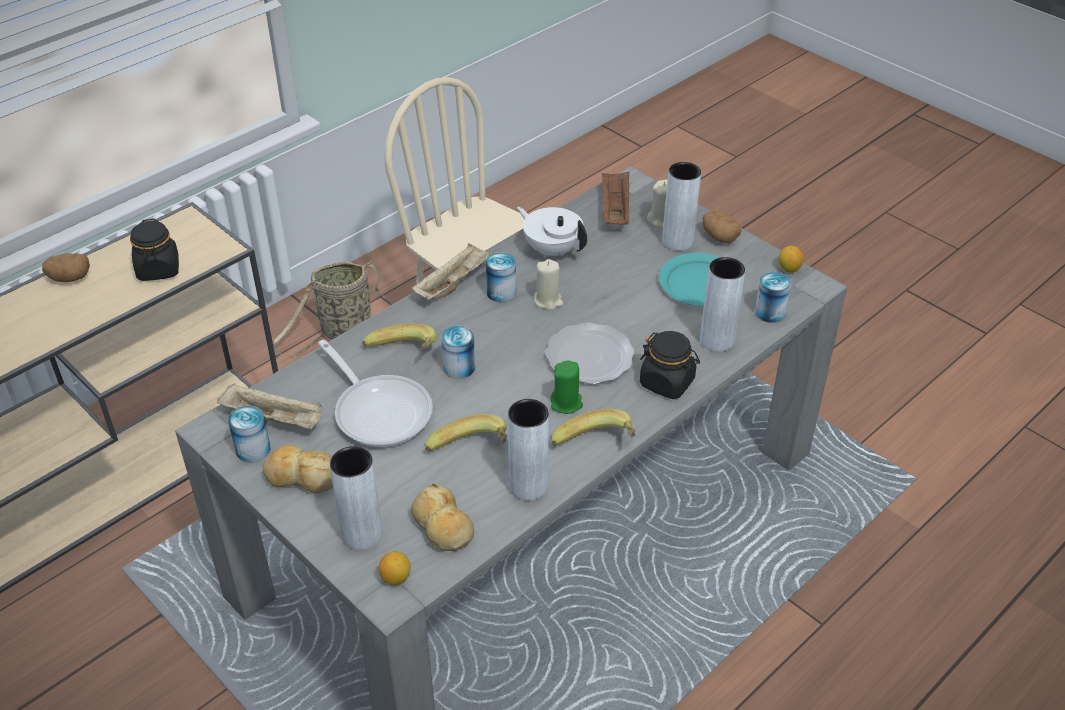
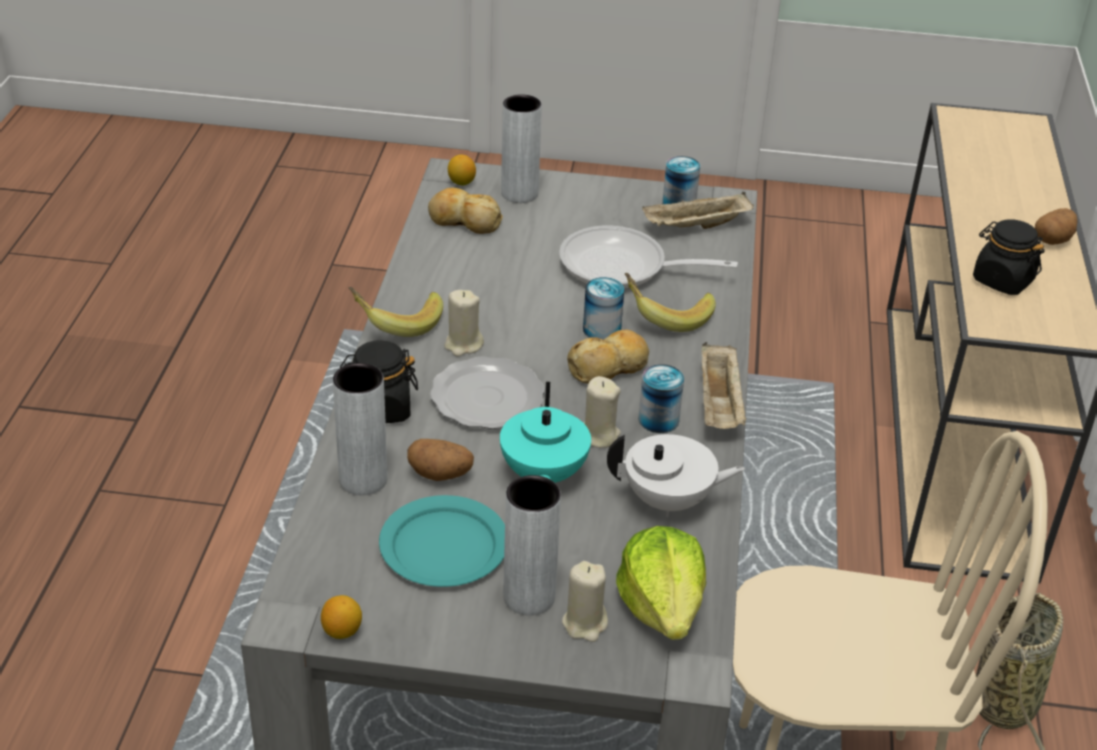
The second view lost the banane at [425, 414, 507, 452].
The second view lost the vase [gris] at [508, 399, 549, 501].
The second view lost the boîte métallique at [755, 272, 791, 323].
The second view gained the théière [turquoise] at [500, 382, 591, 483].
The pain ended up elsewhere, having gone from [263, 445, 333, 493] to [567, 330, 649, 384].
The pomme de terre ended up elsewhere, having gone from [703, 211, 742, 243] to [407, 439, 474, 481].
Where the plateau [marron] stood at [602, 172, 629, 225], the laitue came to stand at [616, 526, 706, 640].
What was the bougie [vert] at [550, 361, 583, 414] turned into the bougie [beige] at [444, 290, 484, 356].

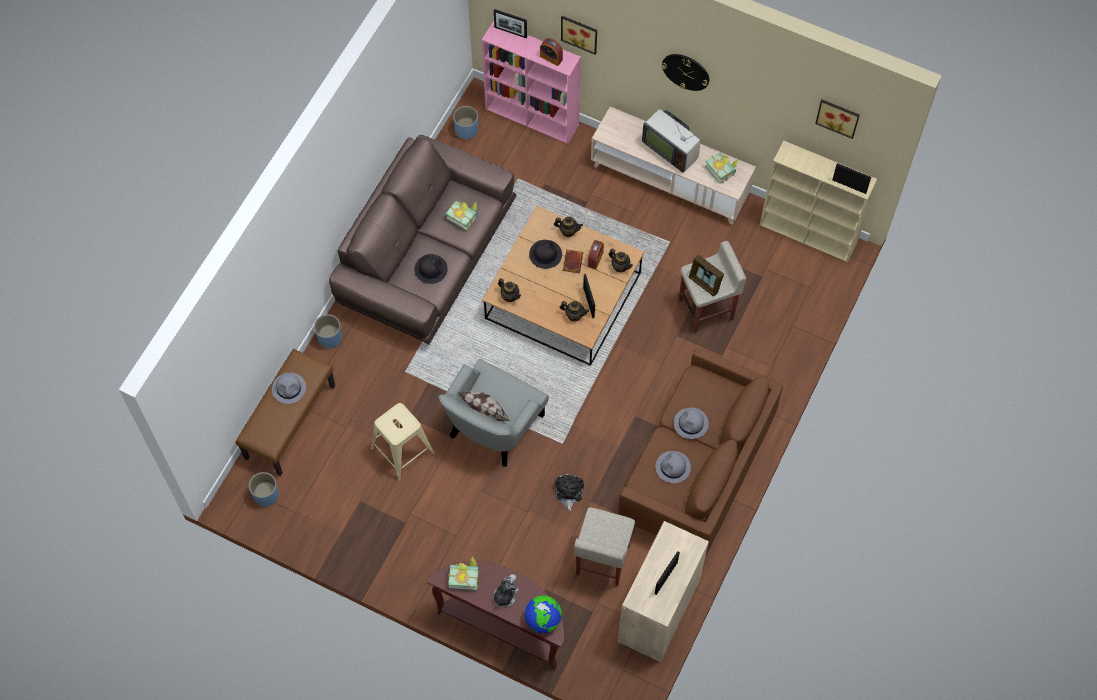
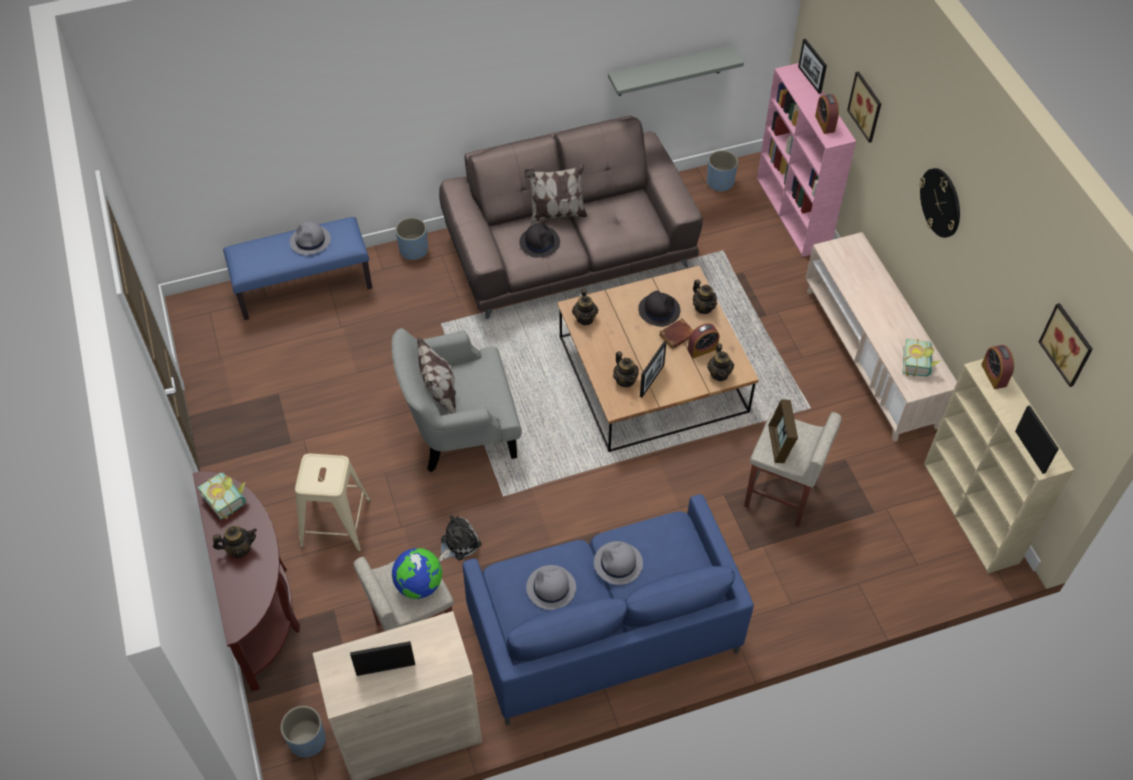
The second view lost the livre at [446, 201, 478, 230].
The second view lost the téléviseur at [642, 109, 701, 172].
The second view gained the coussin at [524, 164, 587, 224].
The second view gained the étagère [gris] at [608, 45, 744, 96].
The second view gained the réveil at [981, 345, 1014, 389].
The cache-pot [bleu] ended up elsewhere, having gone from [249, 472, 279, 507] to [281, 706, 326, 758].
The tabouret [beige] ended up elsewhere, having gone from [371, 403, 435, 481] to [295, 454, 371, 551].
The globe ended up elsewhere, having gone from [525, 596, 562, 633] to [392, 548, 442, 599].
Where the peluche stood at [493, 574, 519, 608], the théière came to stand at [213, 525, 257, 558].
What was the banc [marron] at [235, 349, 335, 476] turned into the banc [bleu] at [223, 217, 372, 320].
What was the canapé [marron] at [618, 348, 783, 557] turned into the canapé [bleu] at [463, 494, 754, 725].

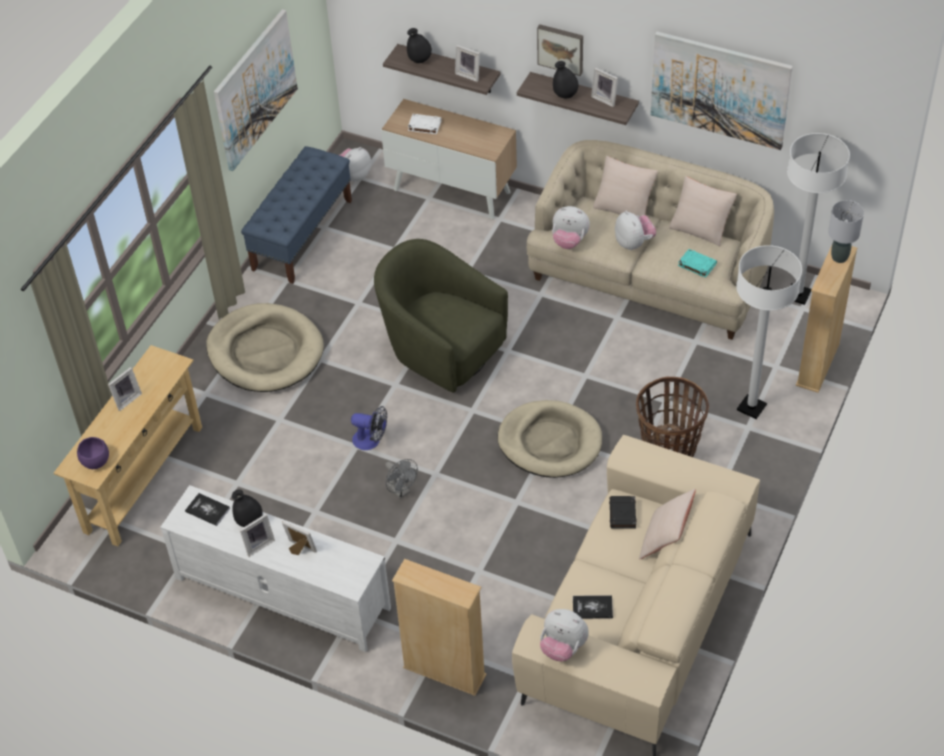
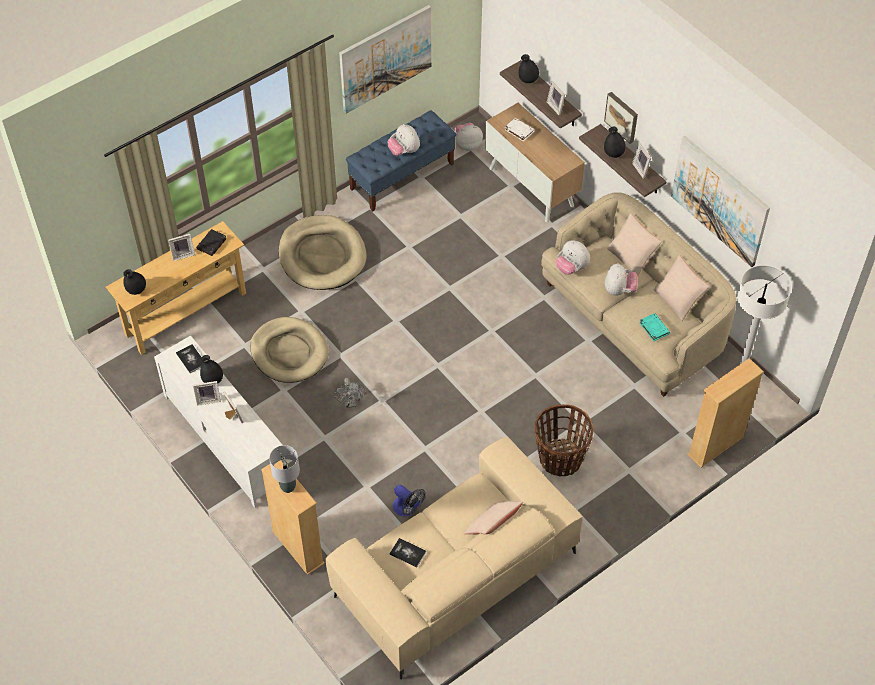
The second view lost the fauteuil [vert] at [374, 239, 508, 392].
The second view lost the lampadaire [blanc] at [736, 245, 802, 419].
The ventilateur ended up elsewhere, having gone from [351, 406, 387, 450] to [393, 485, 425, 517].
The panier pour chien [beige] ended up elsewhere, having gone from [497, 400, 602, 478] to [250, 317, 329, 383].
The peluche ended up elsewhere, having gone from [540, 609, 589, 661] to [388, 124, 420, 156].
The livre [noir] ended up elsewhere, having gone from [609, 496, 637, 529] to [196, 229, 227, 256].
The lampe de table [gris] ended up elsewhere, having gone from [828, 200, 864, 263] to [269, 445, 300, 493].
Where the bol [violet] stood at [77, 437, 109, 469], the vase [noir] came to stand at [123, 269, 146, 295].

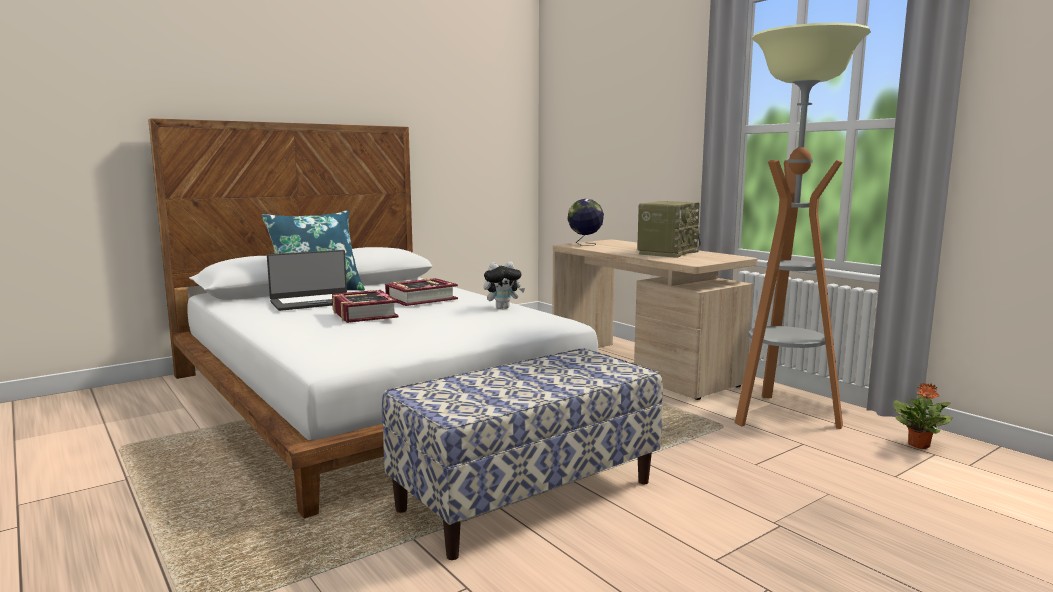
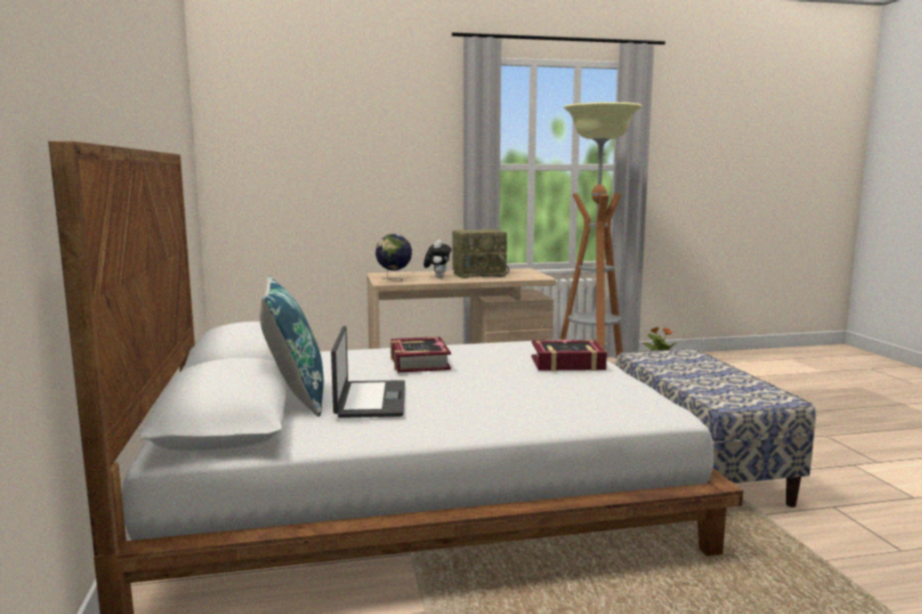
The livre ended up elsewhere, having gone from [332, 290, 399, 323] to [531, 339, 607, 371].
The peluche ended up elsewhere, having gone from [483, 262, 525, 309] to [424, 240, 451, 278].
The radio at [637, 201, 701, 258] ended up facing another way, 105 degrees clockwise from before.

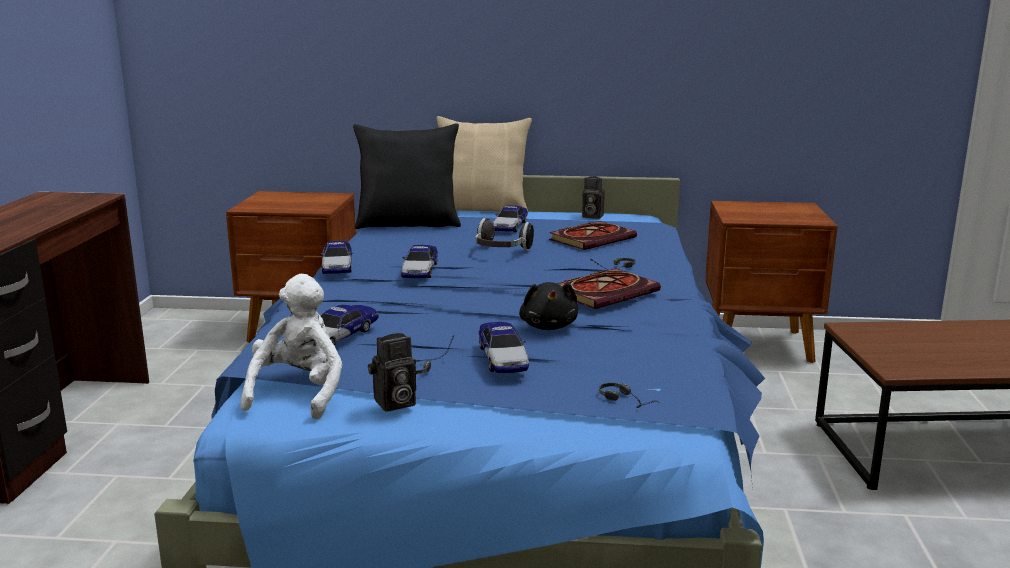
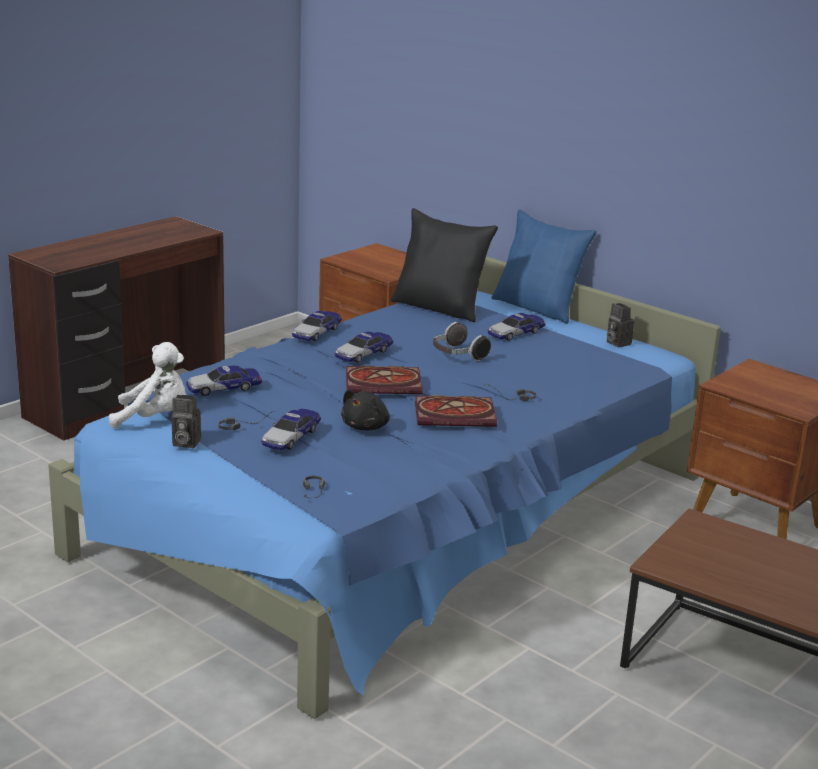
The livre ended up elsewhere, having gone from [549, 221, 637, 250] to [346, 366, 423, 394].
What was the coussin [beige] at [437, 116, 532, 212] turned into the coussin [bleu] at [492, 209, 597, 324].
The peluche [blanc] at [241, 274, 343, 420] ended up facing another way, 45 degrees clockwise from before.

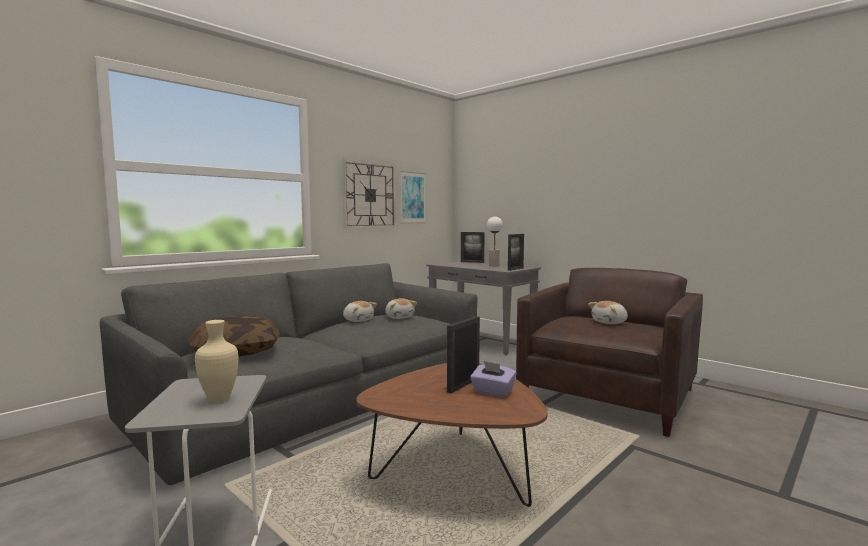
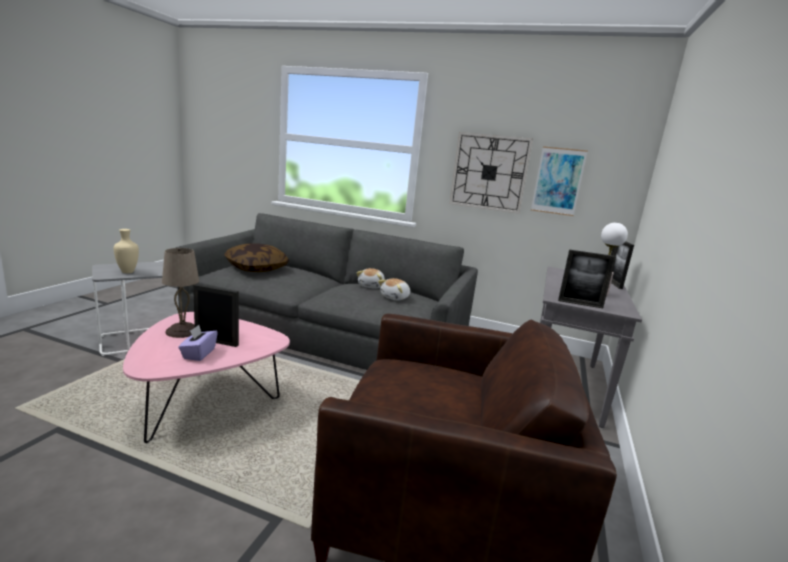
The second view lost the peluche at [588, 301, 628, 324].
The second view gained the lampe de table [beige] at [162, 248, 199, 338].
What was the table basse [marron] at [356, 363, 548, 507] turned into the table basse [rose] at [123, 312, 290, 443].

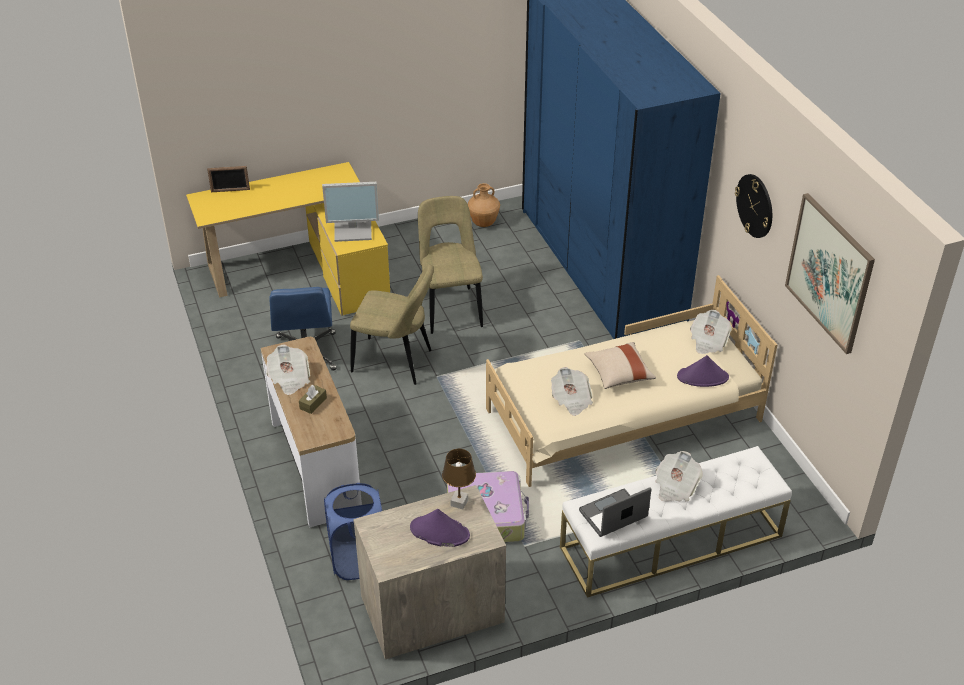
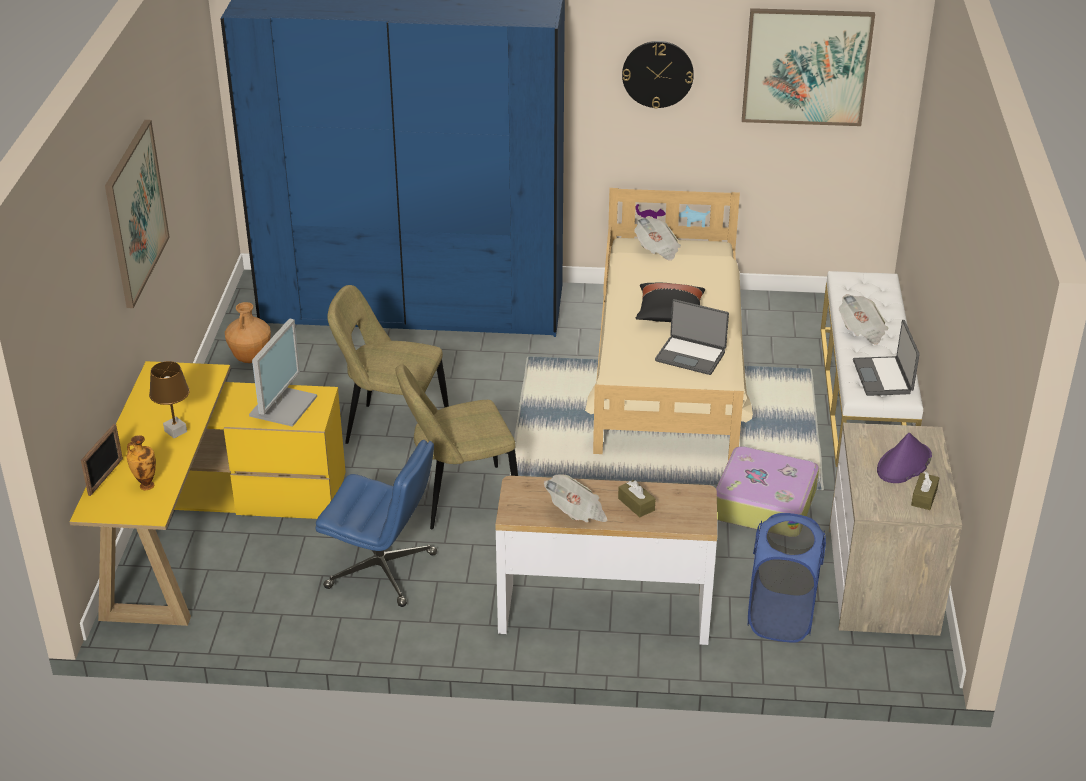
The second view lost the chapeau [violet] at [677, 355, 729, 387].
The second view gained the tableau at [105, 120, 170, 308].
The second view gained the vase at [127, 435, 156, 490].
The second view gained the boîte à mouchoirs [marron] at [911, 472, 940, 510].
The lampe de table [marron] ended up elsewhere, having gone from [442, 449, 476, 510] to [149, 361, 190, 438].
Where the journal stood at [551, 367, 593, 416], the ordinateur portable came to stand at [655, 299, 729, 375].
What was the coussin [beige] at [585, 342, 656, 389] turned into the coussin [noir] at [636, 283, 705, 322].
The chaise [beige] at [350, 264, 434, 385] ended up facing another way, 150 degrees counterclockwise from before.

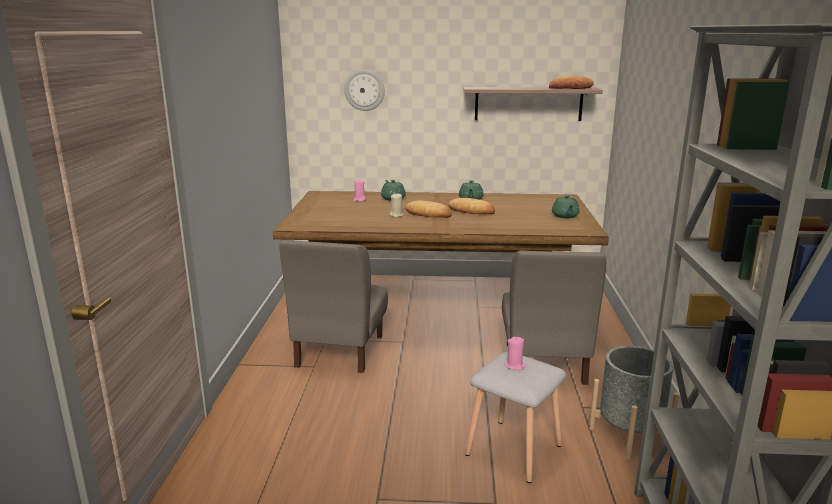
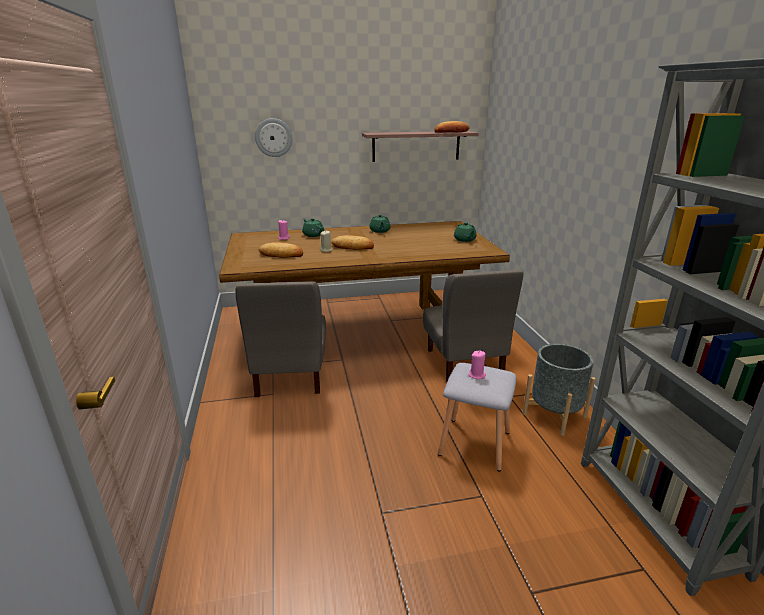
The pain ended up elsewhere, having gone from [448, 198, 495, 215] to [259, 242, 303, 258].

